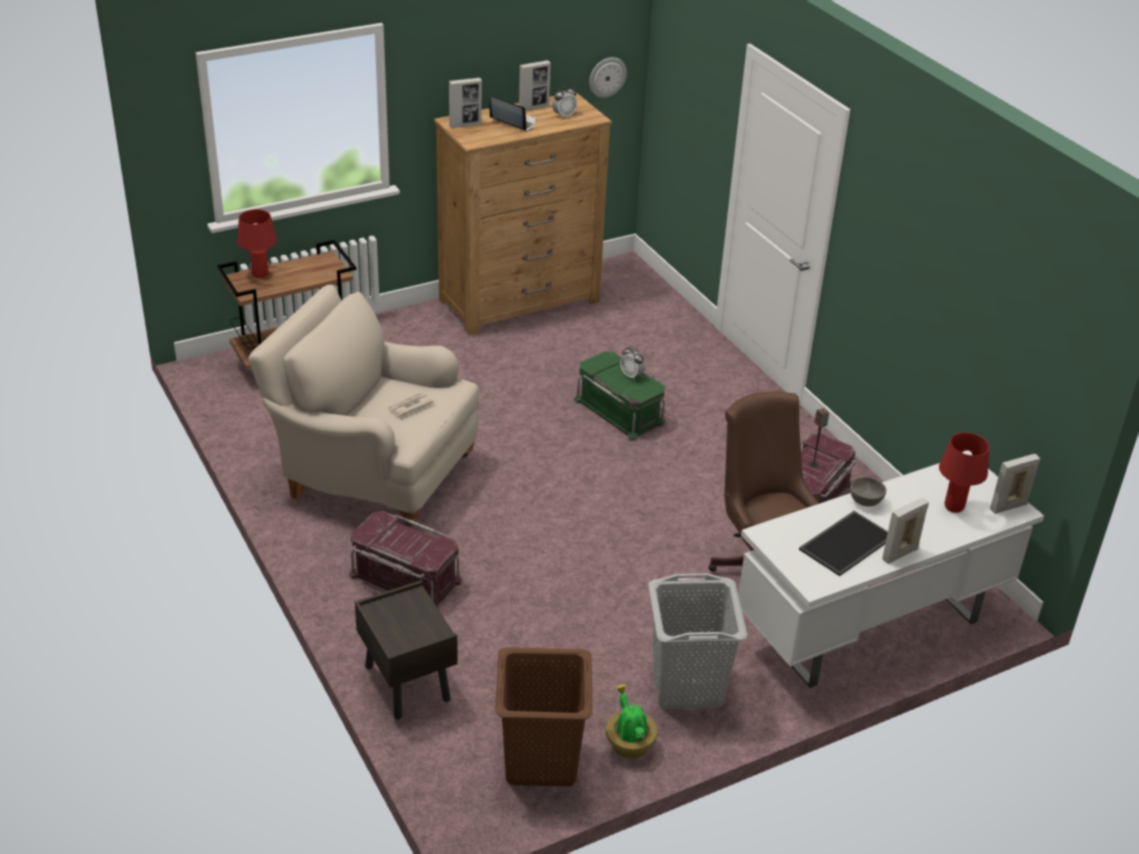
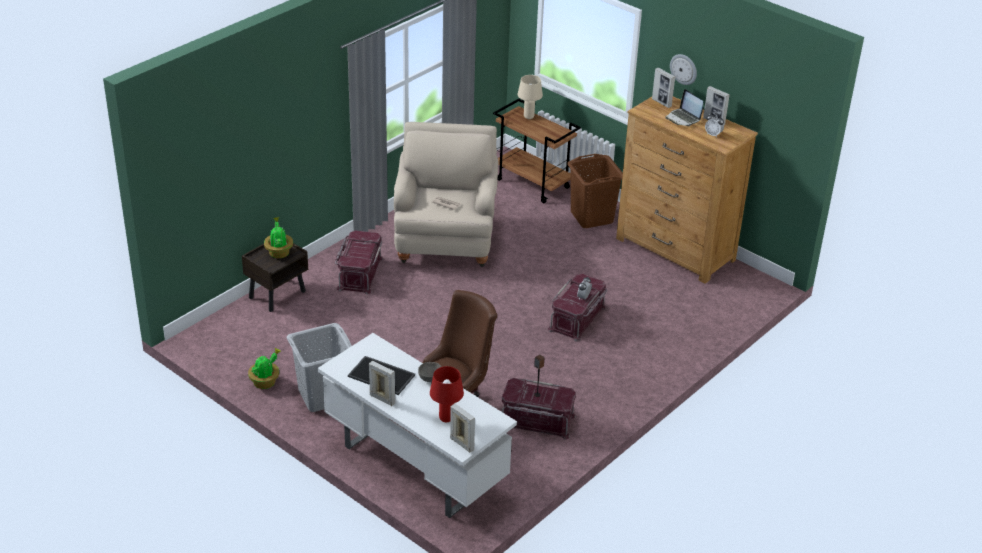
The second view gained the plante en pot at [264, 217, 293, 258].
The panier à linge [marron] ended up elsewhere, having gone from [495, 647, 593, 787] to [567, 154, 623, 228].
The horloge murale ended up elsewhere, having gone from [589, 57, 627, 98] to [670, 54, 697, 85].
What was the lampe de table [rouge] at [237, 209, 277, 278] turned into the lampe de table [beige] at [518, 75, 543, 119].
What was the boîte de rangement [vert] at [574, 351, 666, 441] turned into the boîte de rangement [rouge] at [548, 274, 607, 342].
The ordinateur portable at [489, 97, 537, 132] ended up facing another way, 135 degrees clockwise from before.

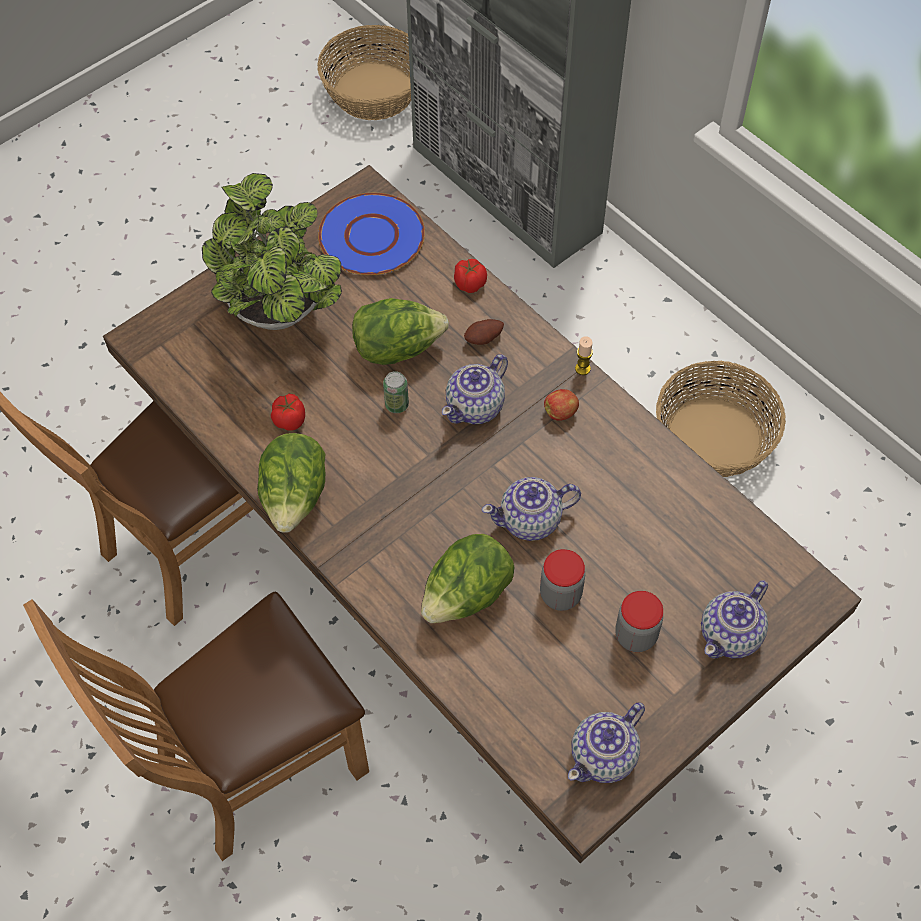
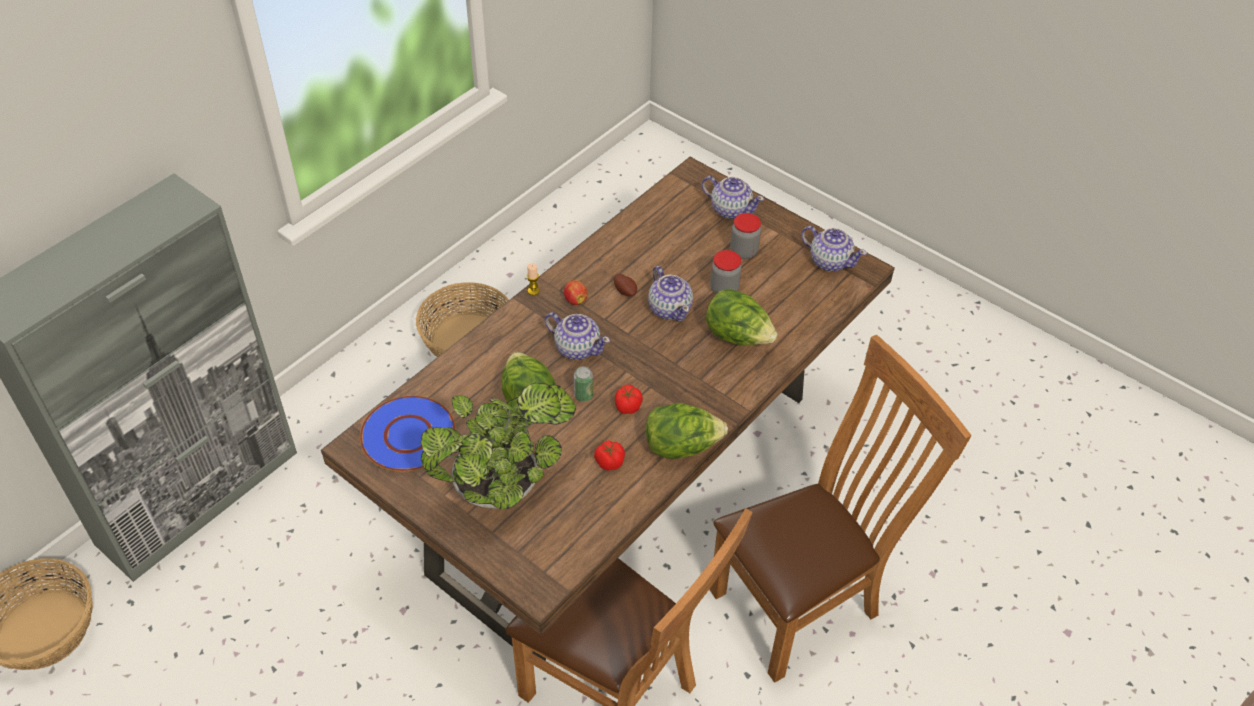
The tomate ended up elsewhere, having gone from [454, 259, 487, 293] to [615, 385, 643, 414].
The pomme de terre ended up elsewhere, having gone from [464, 319, 504, 345] to [614, 274, 637, 297].
The chaise [marron] at [23, 591, 369, 861] ended up facing another way, 75 degrees counterclockwise from before.

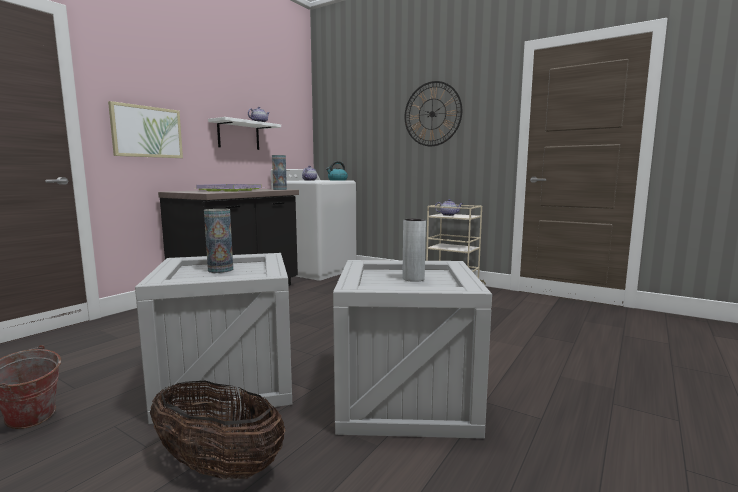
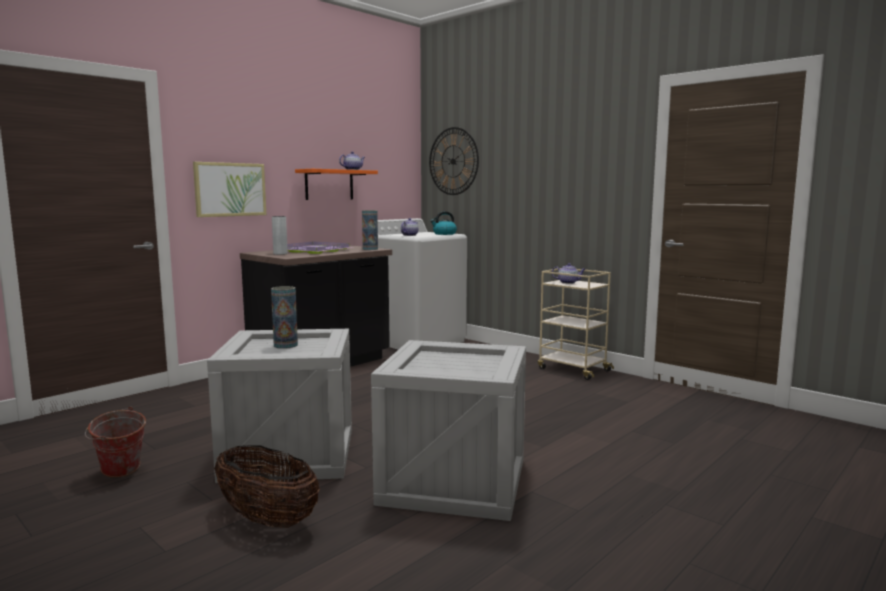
The vase [gris] ended up elsewhere, having gone from [402, 219, 426, 282] to [272, 216, 288, 255].
The horloge murale ended up elsewhere, having gone from [405, 81, 462, 146] to [429, 127, 479, 195].
What was the étagère [blanc] at [208, 117, 281, 150] turned into the étagère [orange] at [295, 169, 378, 200].

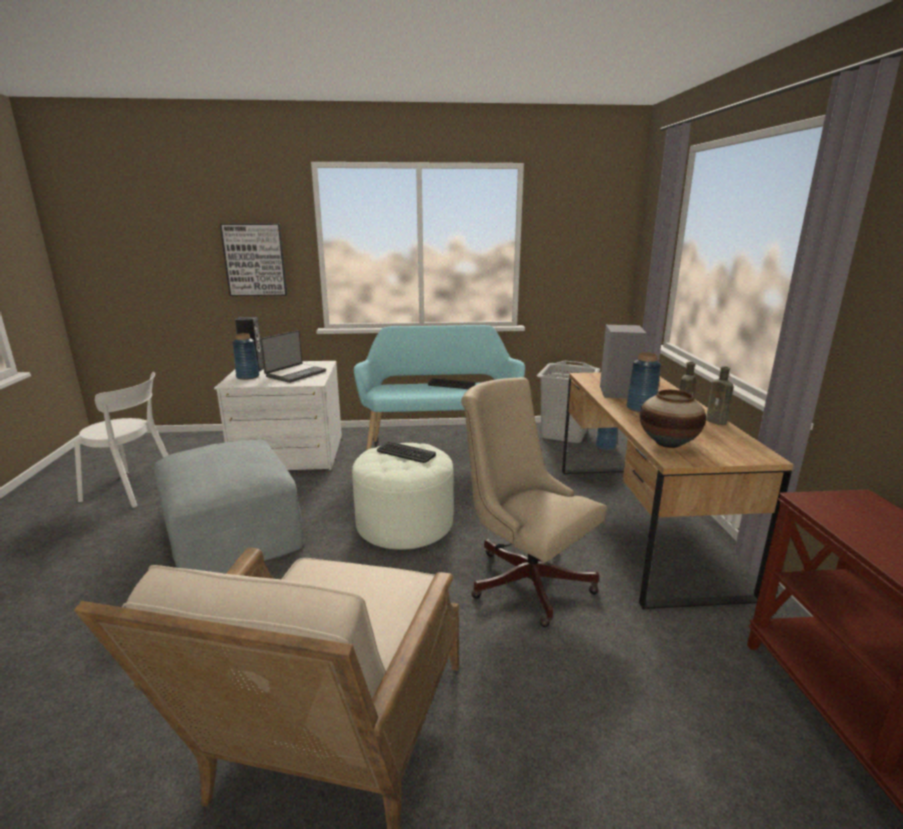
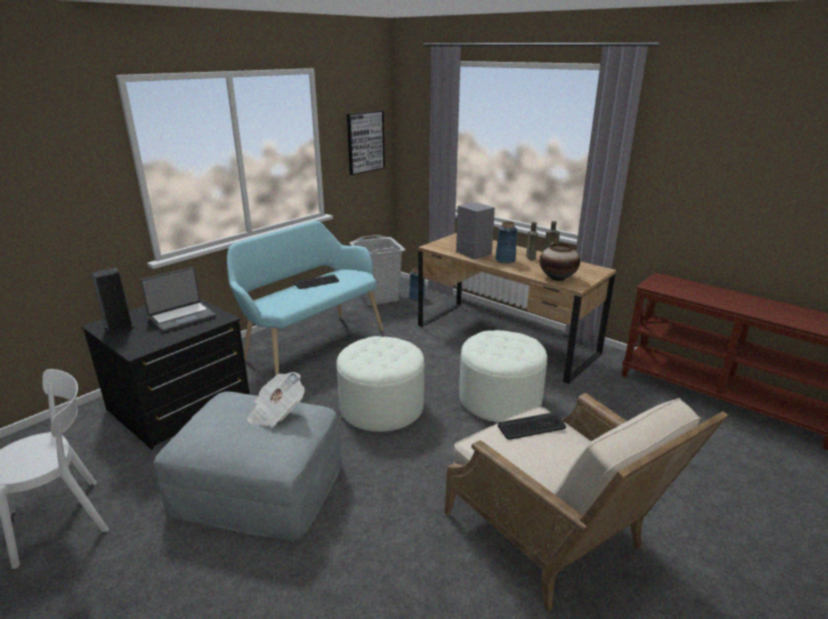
The second view lost the vase [bleu] at [233, 333, 259, 380].
The second view gained the journal at [247, 372, 305, 427].
The tableau ended up elsewhere, having gone from [220, 224, 287, 296] to [347, 110, 385, 175].
The clavier ended up elsewhere, having gone from [377, 441, 436, 463] to [498, 412, 566, 440].
Where the chaise de bureau [beige] stood at [461, 377, 607, 627], the pouf [blanc] came to stand at [459, 330, 547, 422].
What was the commode [blanc] at [214, 361, 342, 470] turned into the commode [noir] at [81, 298, 250, 450].
The ordinateur portable at [260, 330, 326, 383] ended up facing another way, 60 degrees clockwise from before.

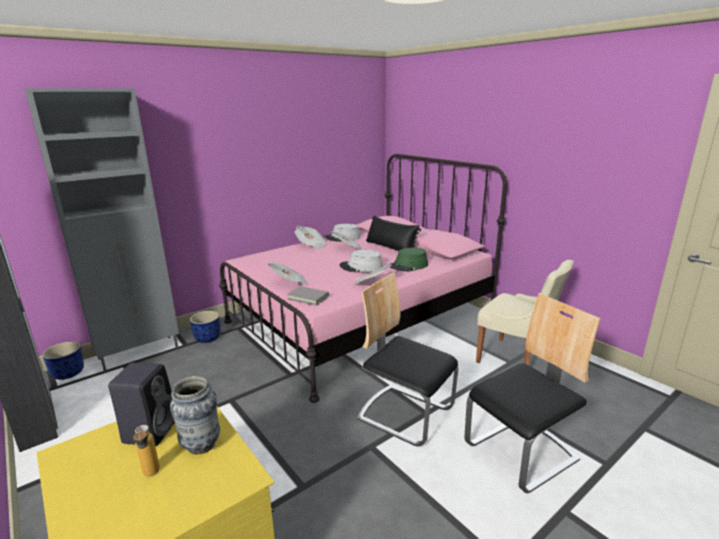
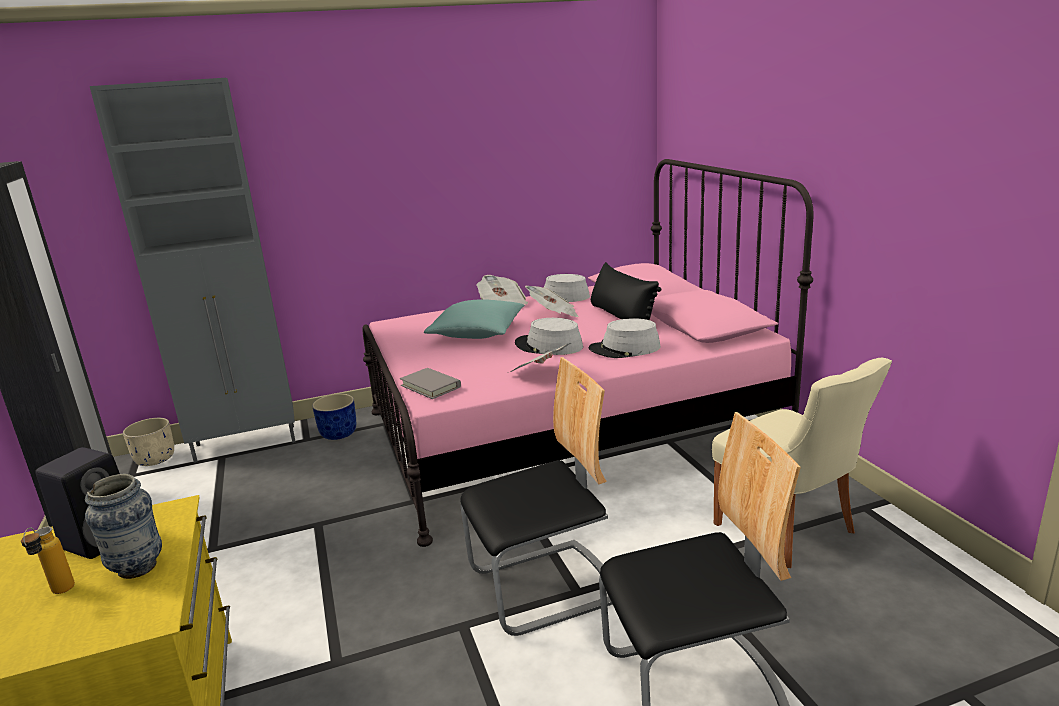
The second view lost the journal at [266, 263, 310, 284].
The second view gained the coussin [turquoise] at [424, 299, 525, 339].
What was the cache-pot [bleu] at [42, 342, 84, 380] turned into the cache-pot [beige] at [123, 418, 174, 466].
What was the chapeau [vert] at [388, 248, 428, 272] turned into the chapeau [gris] at [589, 318, 660, 358].
The chaise at [357, 272, 458, 446] ended up facing another way, 105 degrees clockwise from before.

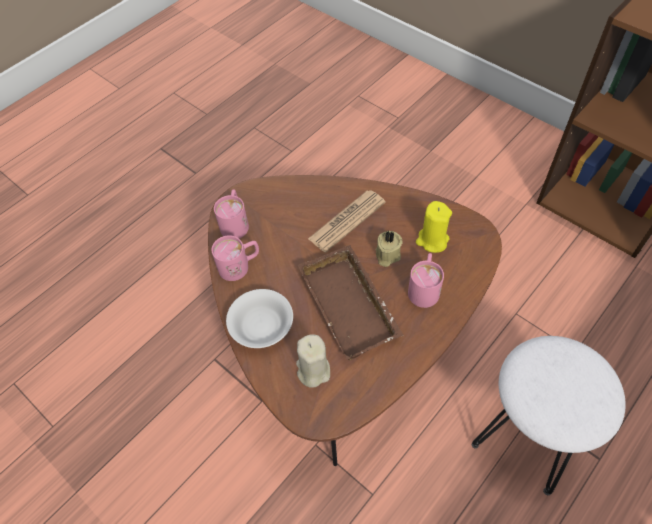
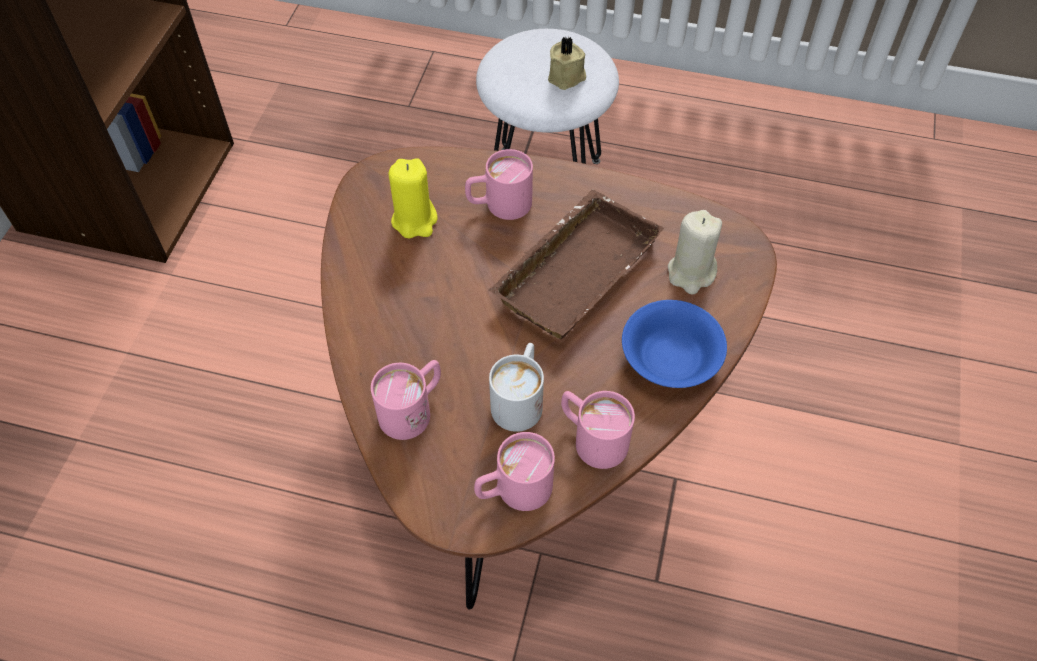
The second view lost the journal at [308, 190, 386, 253].
The second view gained the mug [rose] at [371, 360, 441, 440].
The second view gained the mug [blanc] at [489, 343, 544, 432].
The bougie [beige] ended up elsewhere, having gone from [376, 230, 402, 267] to [548, 37, 586, 90].
What was the bol [blanc] at [226, 289, 293, 348] turned into the bol [bleu] at [622, 300, 727, 388].

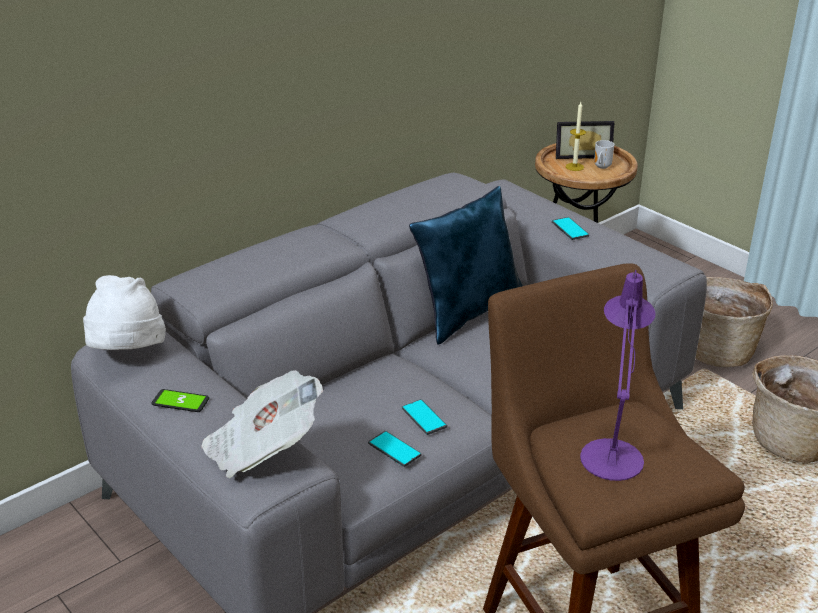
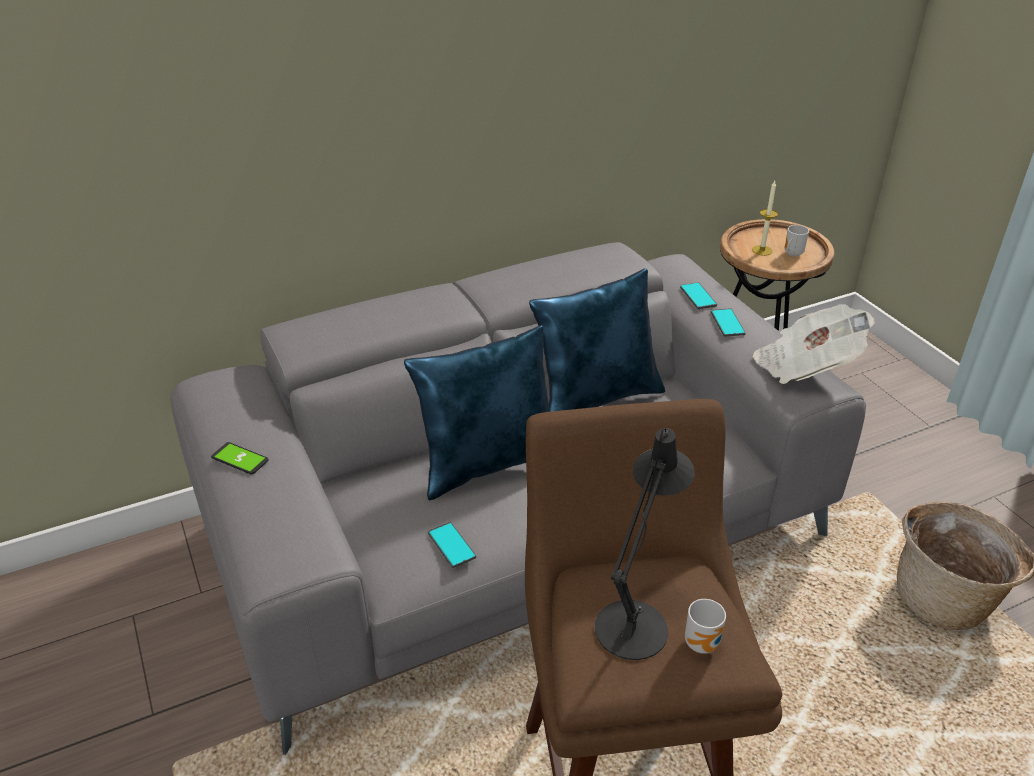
The second view lost the chapeau [blanc] at [83, 275, 166, 350].
The second view lost the cadre photo at [556, 121, 615, 159].
The second view lost the panier at [695, 277, 773, 367].
The second view gained the coussin [bleu] at [404, 325, 550, 500].
The second view gained the mug at [685, 599, 726, 654].
The journal ended up elsewhere, having gone from [201, 370, 323, 478] to [753, 304, 875, 384].
The téléphone ended up elsewhere, having gone from [402, 399, 447, 435] to [680, 282, 717, 309].
What was the lampe de table [violet] at [580, 270, 655, 481] turned into the lampe de table [noir] at [595, 428, 695, 660].

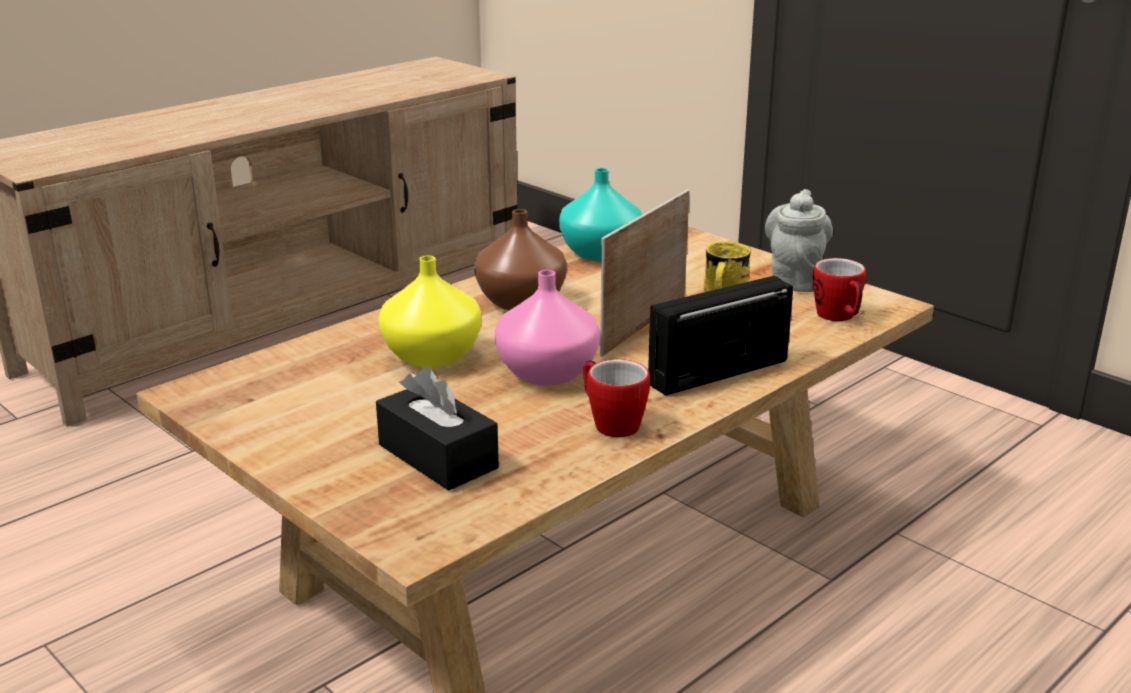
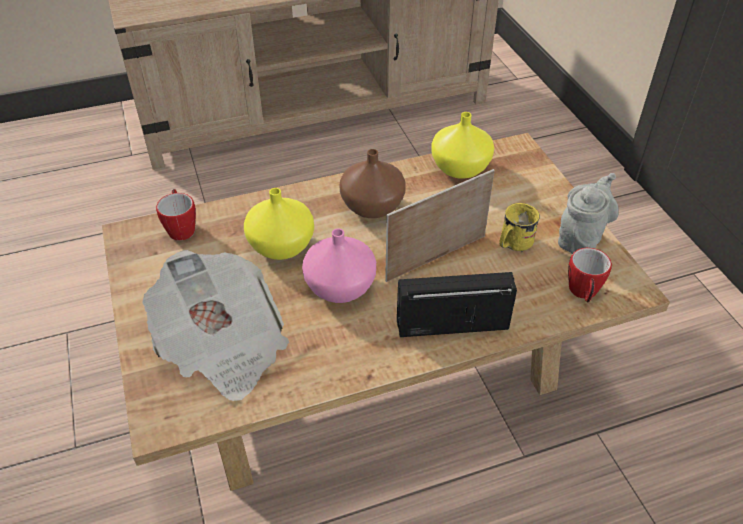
The mug ended up elsewhere, having gone from [583, 359, 650, 437] to [156, 189, 196, 241].
Where the boîte à mouchoirs [noir] stood at [376, 367, 499, 491], the journal came to stand at [142, 250, 289, 401].
What was the vase [turquoise] at [559, 168, 642, 261] turned into the vase [jaune] at [431, 112, 494, 179].

